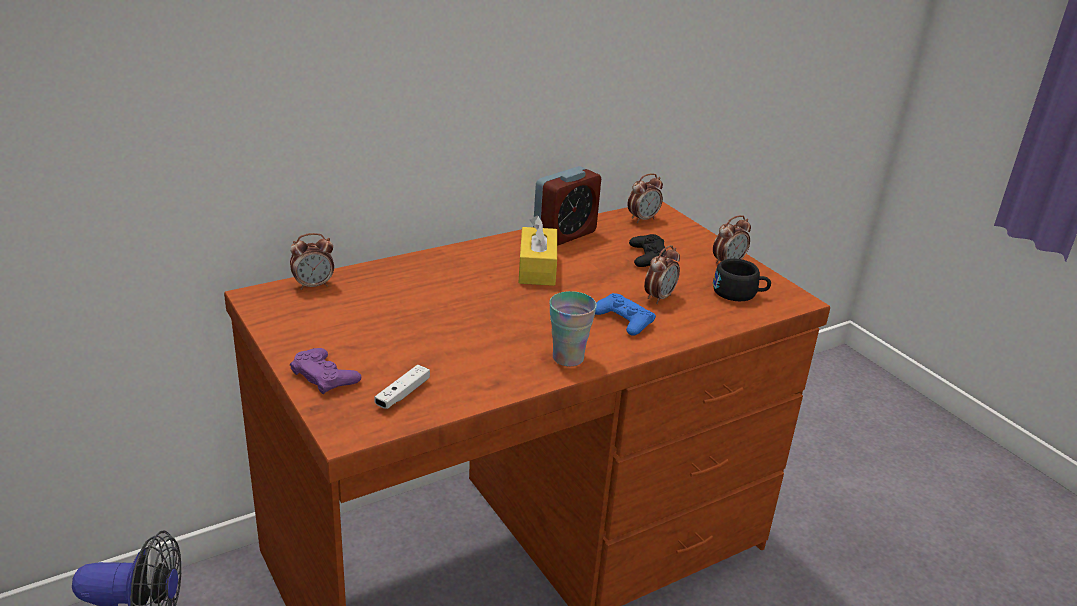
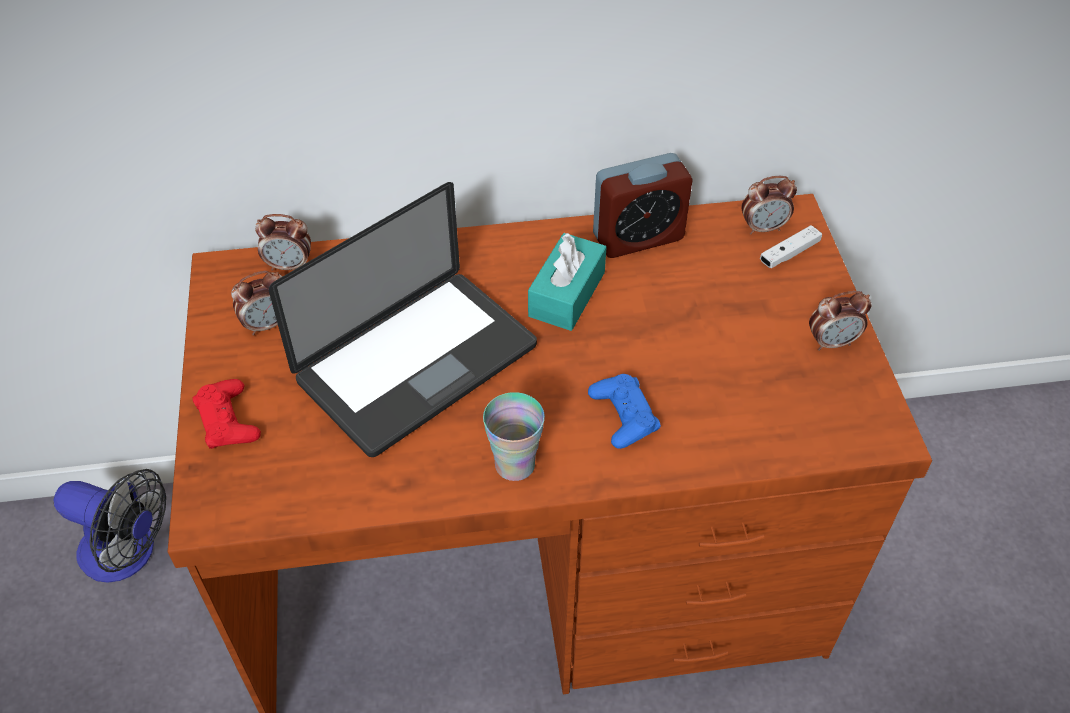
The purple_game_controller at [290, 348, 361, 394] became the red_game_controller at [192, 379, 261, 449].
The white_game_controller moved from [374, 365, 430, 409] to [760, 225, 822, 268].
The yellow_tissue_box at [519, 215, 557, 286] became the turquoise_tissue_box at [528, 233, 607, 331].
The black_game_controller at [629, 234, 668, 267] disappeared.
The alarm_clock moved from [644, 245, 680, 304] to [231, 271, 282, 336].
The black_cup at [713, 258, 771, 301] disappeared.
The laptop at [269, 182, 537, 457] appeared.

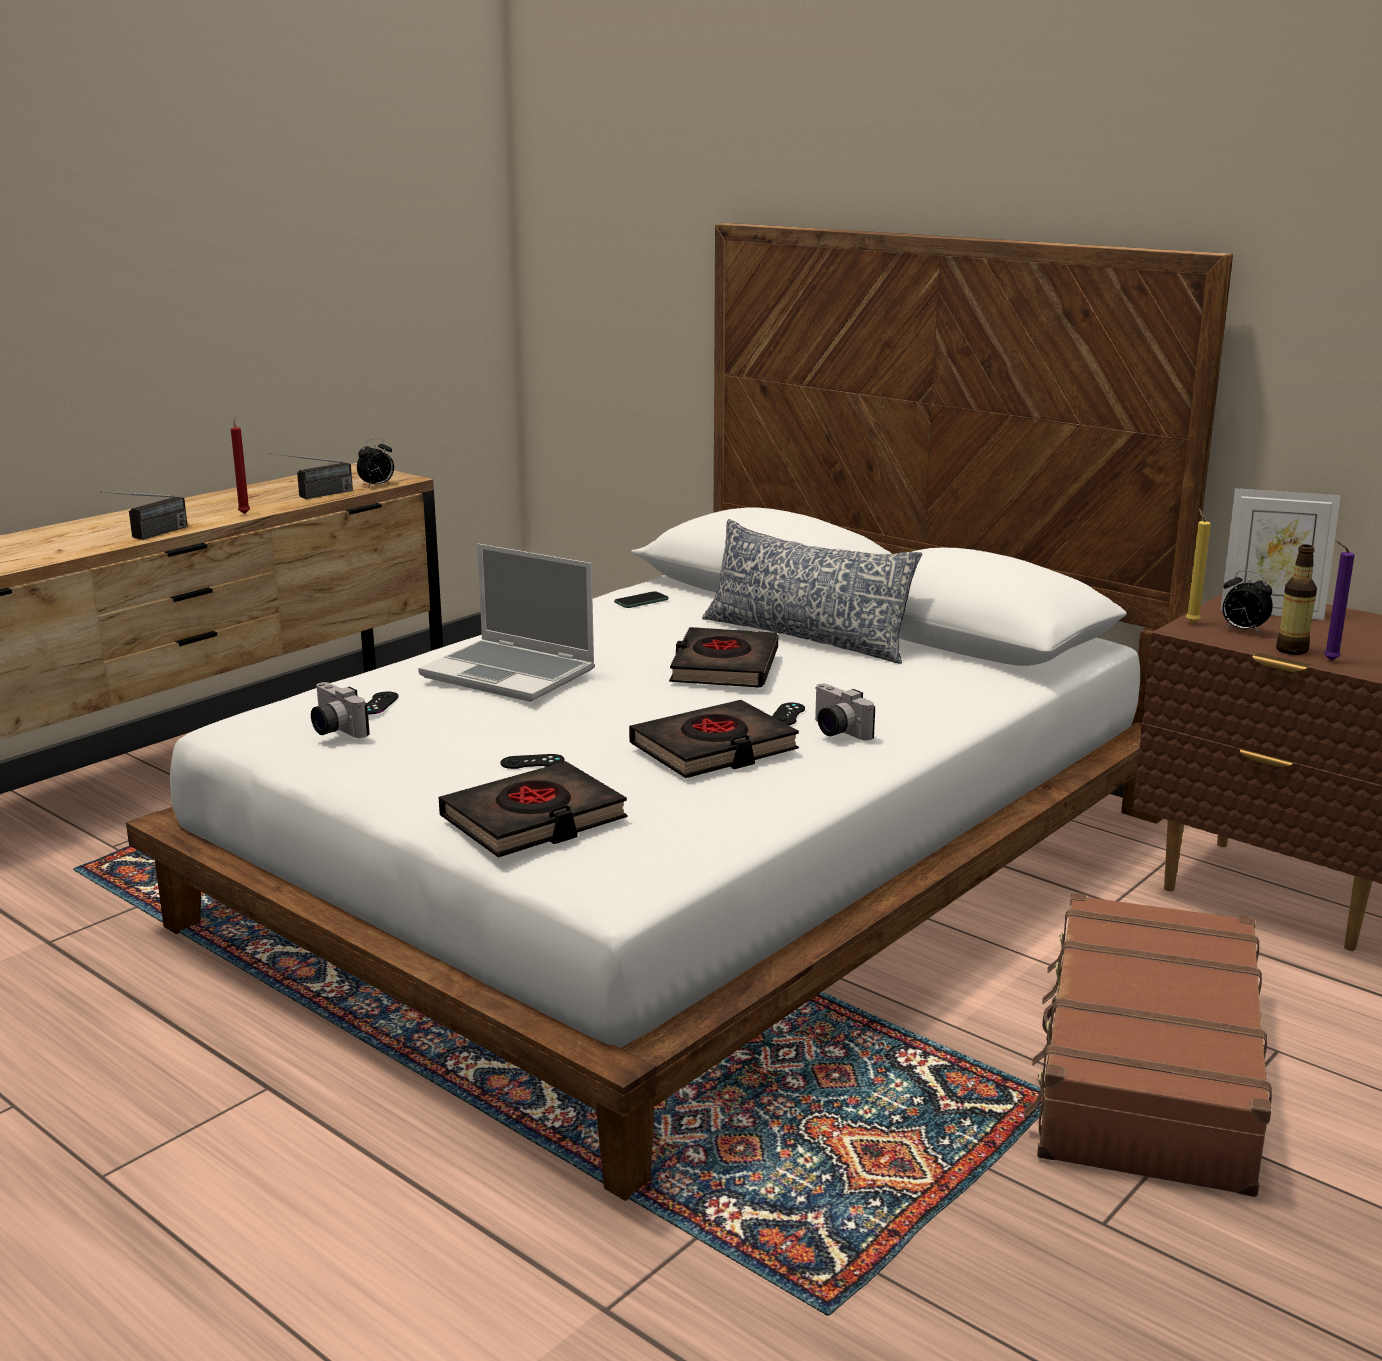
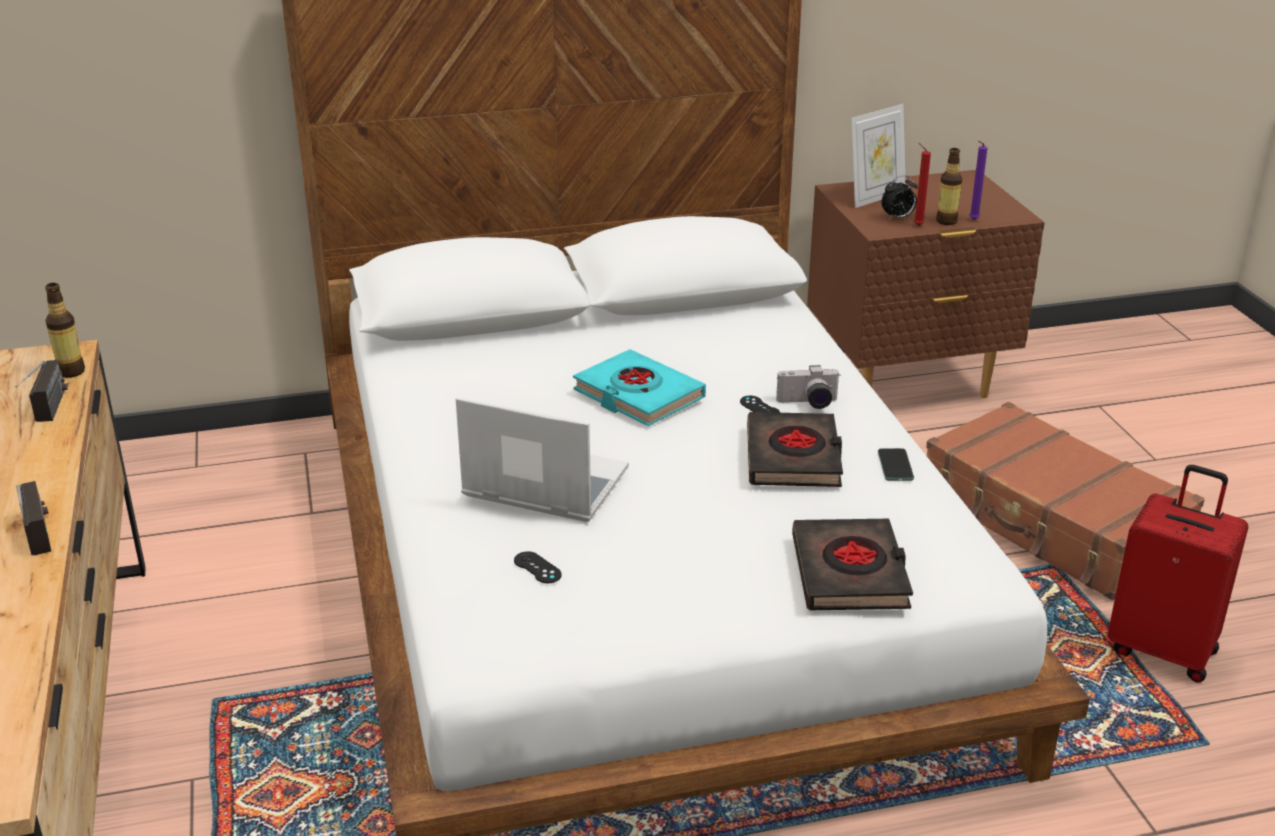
The red_candle moved from [231, 417, 250, 514] to [914, 143, 931, 226].
The photo_camera at [311, 682, 370, 738] disappeared.
The alarm_clock at [357, 438, 394, 488] was replaced by the bottle at [45, 283, 85, 378].
The laptop at [418, 544, 595, 702] turned 135 degrees counterclockwise.
The black_game_controller at [500, 754, 565, 769] disappeared.
The phone moved from [614, 591, 669, 608] to [878, 448, 914, 481].
The black_book at [669, 627, 778, 688] became the turquoise_book at [573, 349, 706, 426].
The pillow at [702, 519, 922, 664] disappeared.
The yellow_candle at [1186, 508, 1211, 623] disappeared.
The red_suitcase at [1108, 465, 1249, 683] appeared.

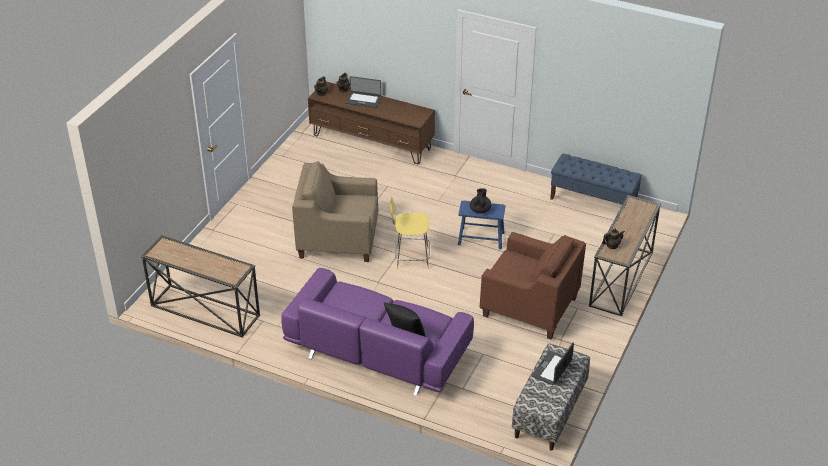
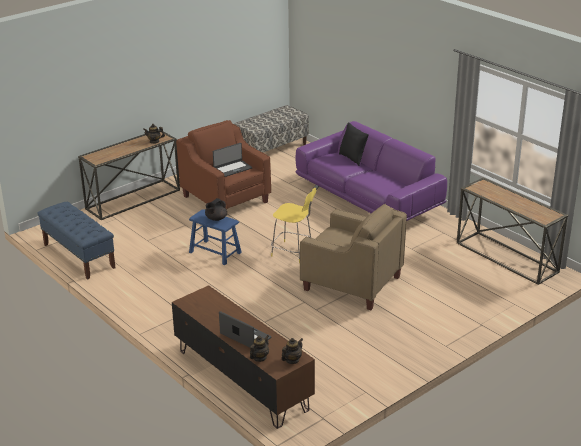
The laptop moved from [531, 342, 574, 385] to [213, 143, 253, 177].

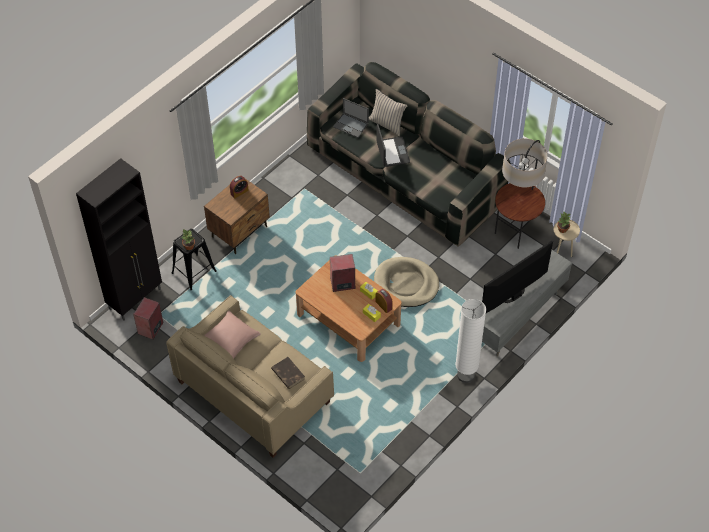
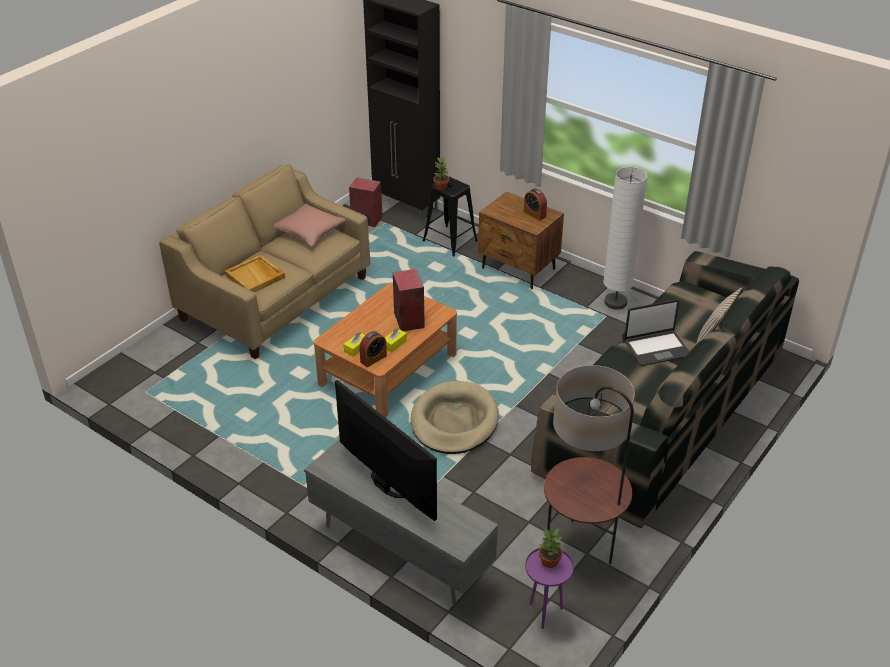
The brown_book at [271, 357, 305, 389] was replaced by the beige_tray at [225, 254, 285, 292].
The laptop at [333, 98, 369, 138] disappeared.
The white_floor_lamp moved from [455, 299, 486, 383] to [603, 167, 648, 310].
The beige_side_table at [554, 220, 580, 257] became the purple_side_table at [525, 548, 574, 629].

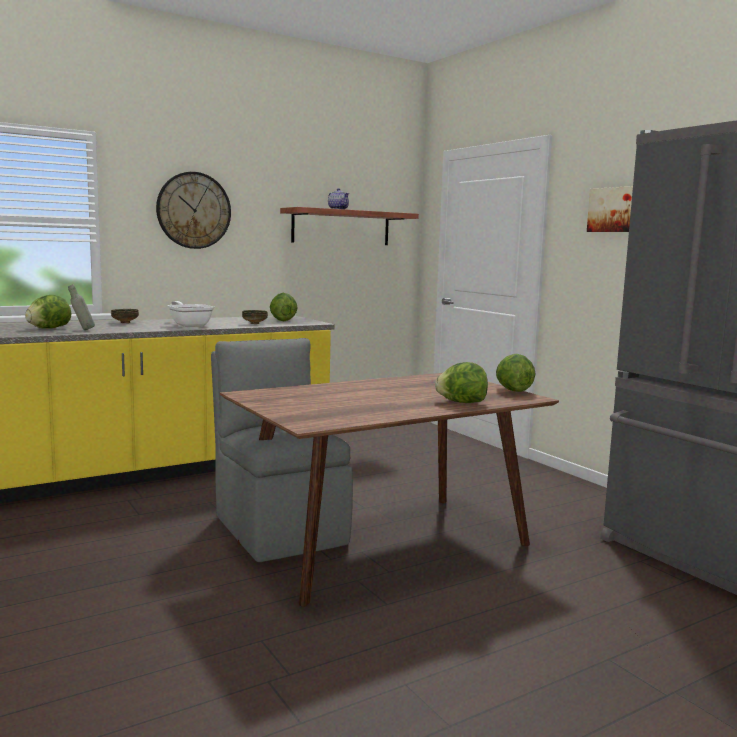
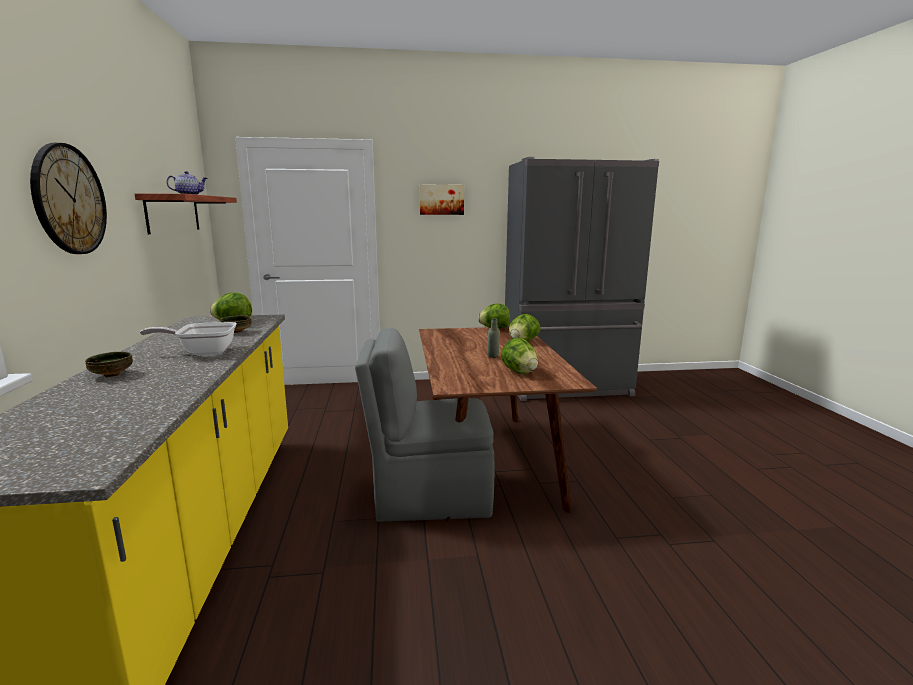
The lettuce moved from [25, 295, 71, 329] to [501, 338, 538, 374].
The grey_bottle moved from [68, 284, 95, 330] to [487, 318, 500, 358].

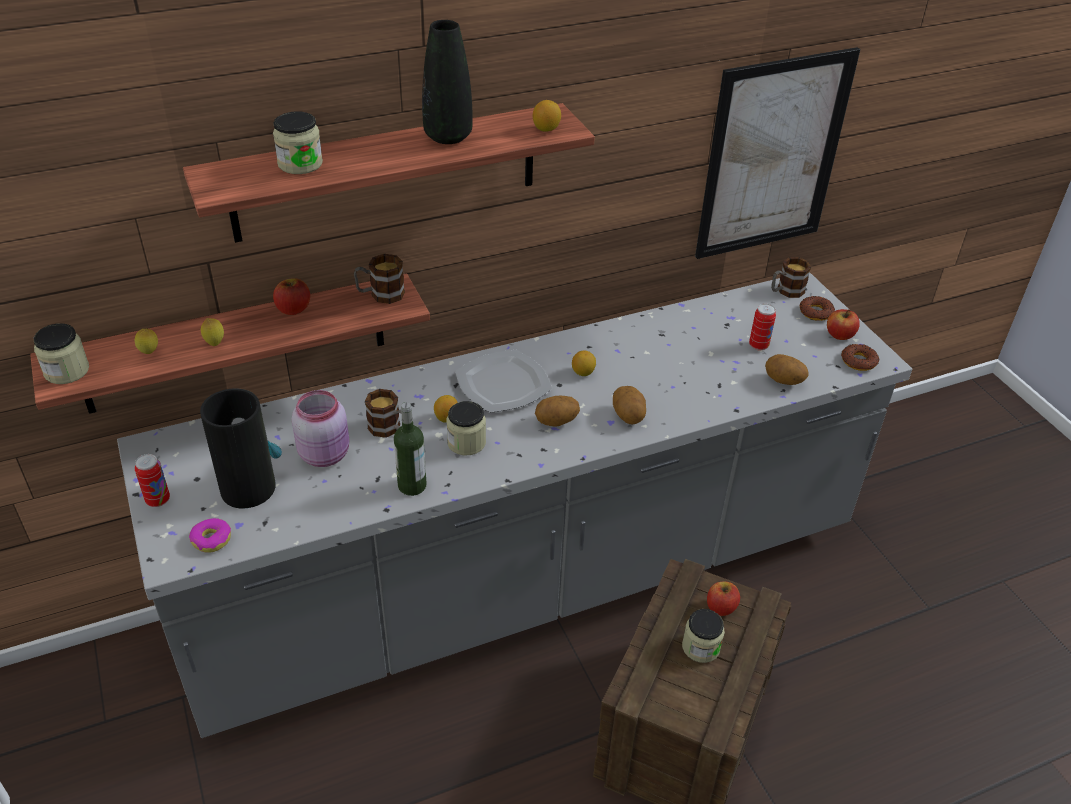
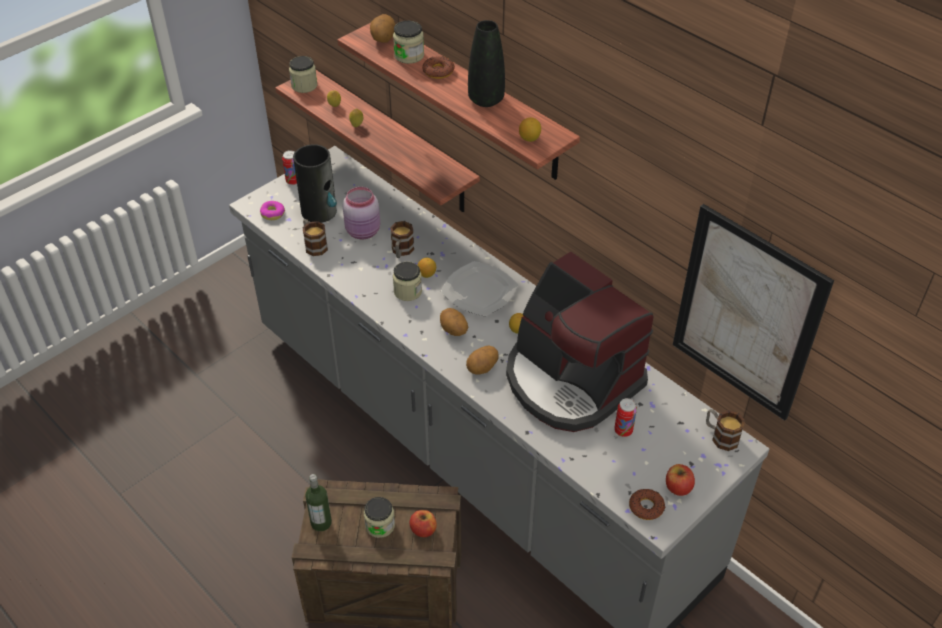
The apple at [273, 278, 310, 315] disappeared.
The mug moved from [354, 254, 405, 304] to [303, 219, 328, 256].
The bottle moved from [394, 402, 427, 496] to [305, 474, 332, 531].
The potato moved from [765, 354, 809, 385] to [370, 14, 396, 43].
The donut moved from [800, 296, 835, 321] to [422, 56, 455, 79].
The coffee_machine at [506, 251, 653, 432] appeared.

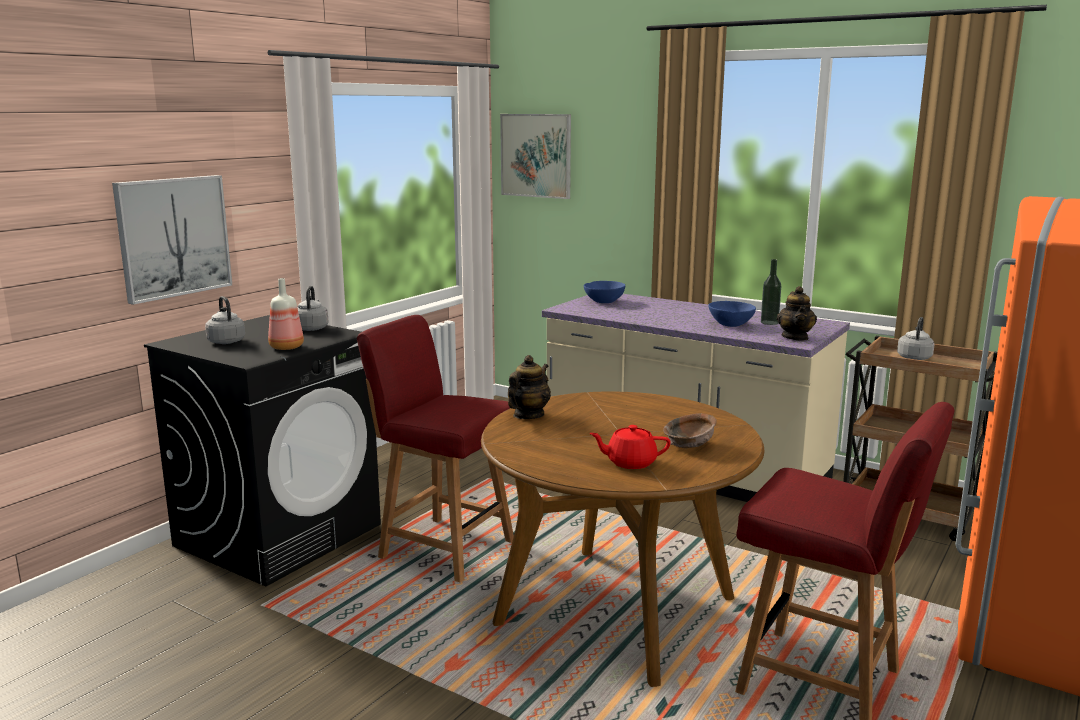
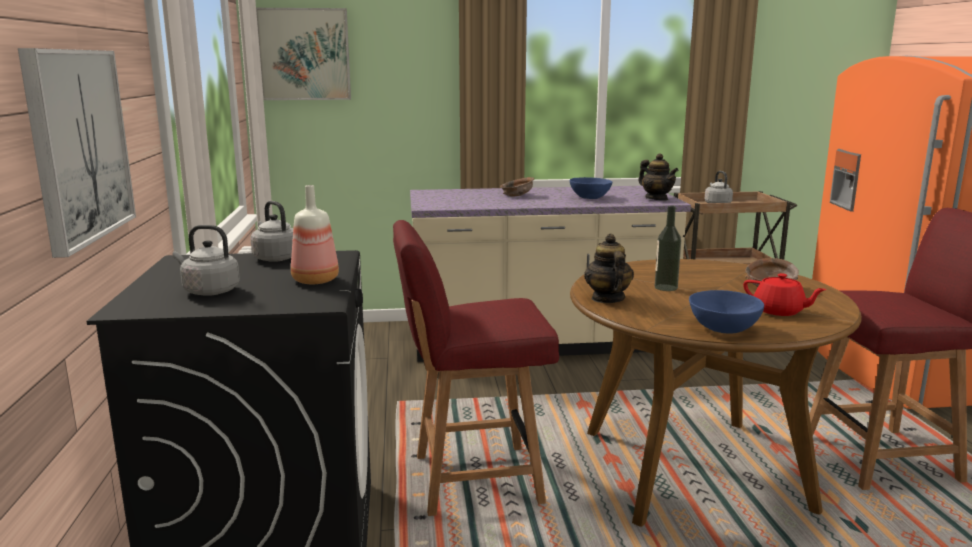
The blue_bowl moved from [584, 281, 625, 303] to [689, 290, 764, 334].
The red_teapot at [589, 425, 671, 469] turned 105 degrees counterclockwise.
The bottle moved from [761, 259, 781, 325] to [655, 205, 681, 291].
The brown_bowl at [500, 177, 534, 197] appeared.

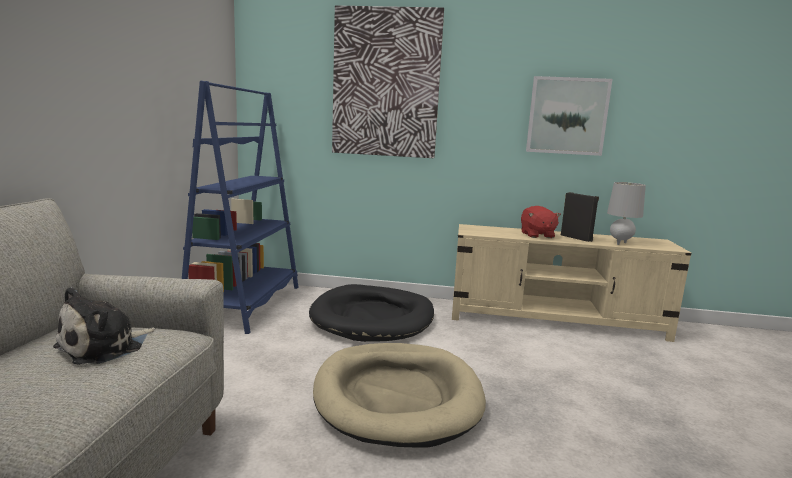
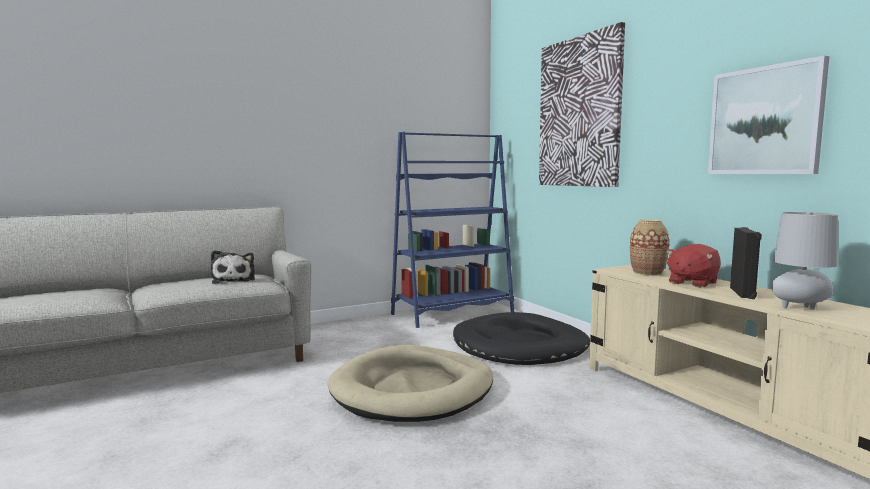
The plush_toy at [53, 287, 155, 365] turned 105 degrees counterclockwise.
The vase at [630, 219, 669, 276] appeared.

